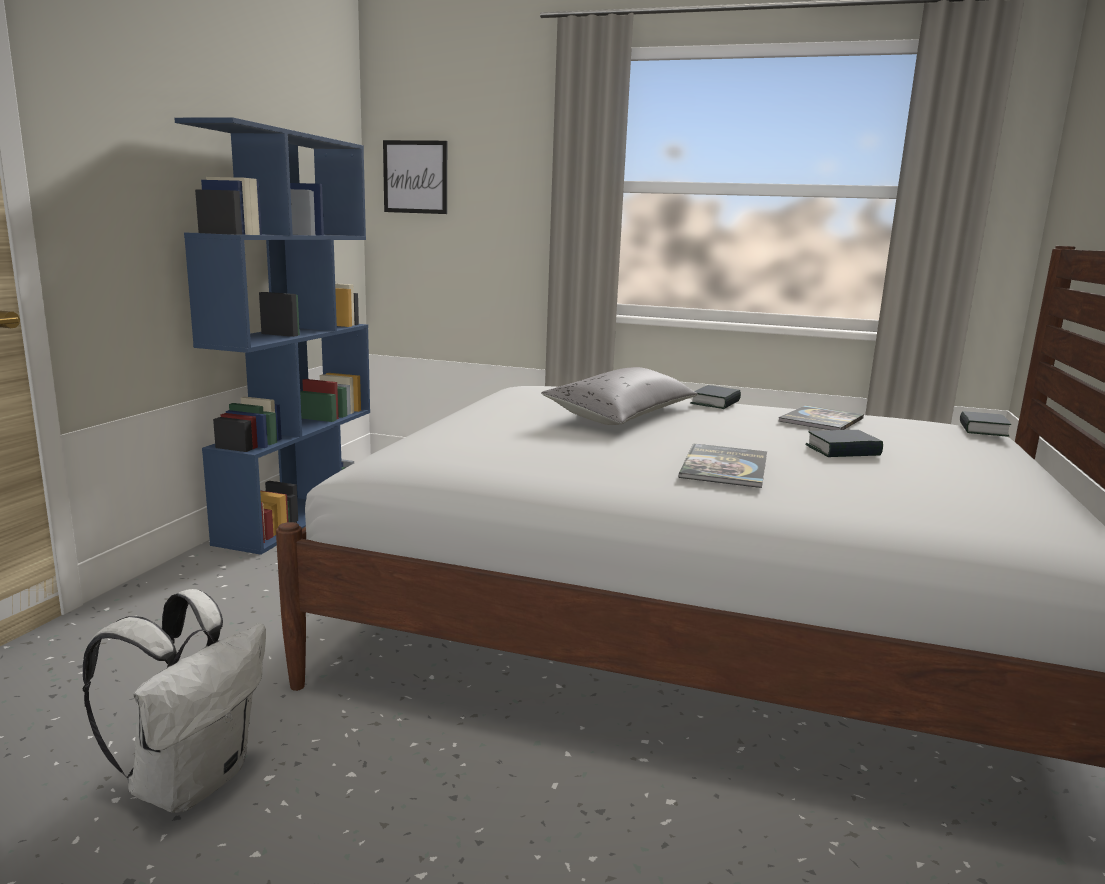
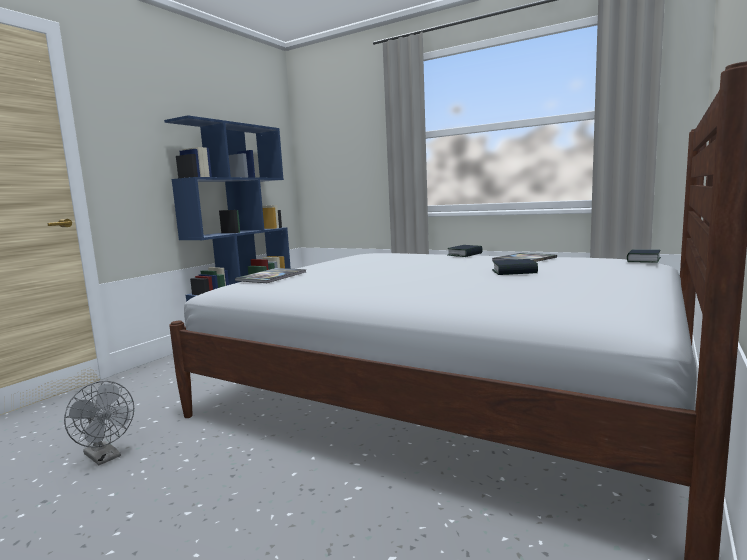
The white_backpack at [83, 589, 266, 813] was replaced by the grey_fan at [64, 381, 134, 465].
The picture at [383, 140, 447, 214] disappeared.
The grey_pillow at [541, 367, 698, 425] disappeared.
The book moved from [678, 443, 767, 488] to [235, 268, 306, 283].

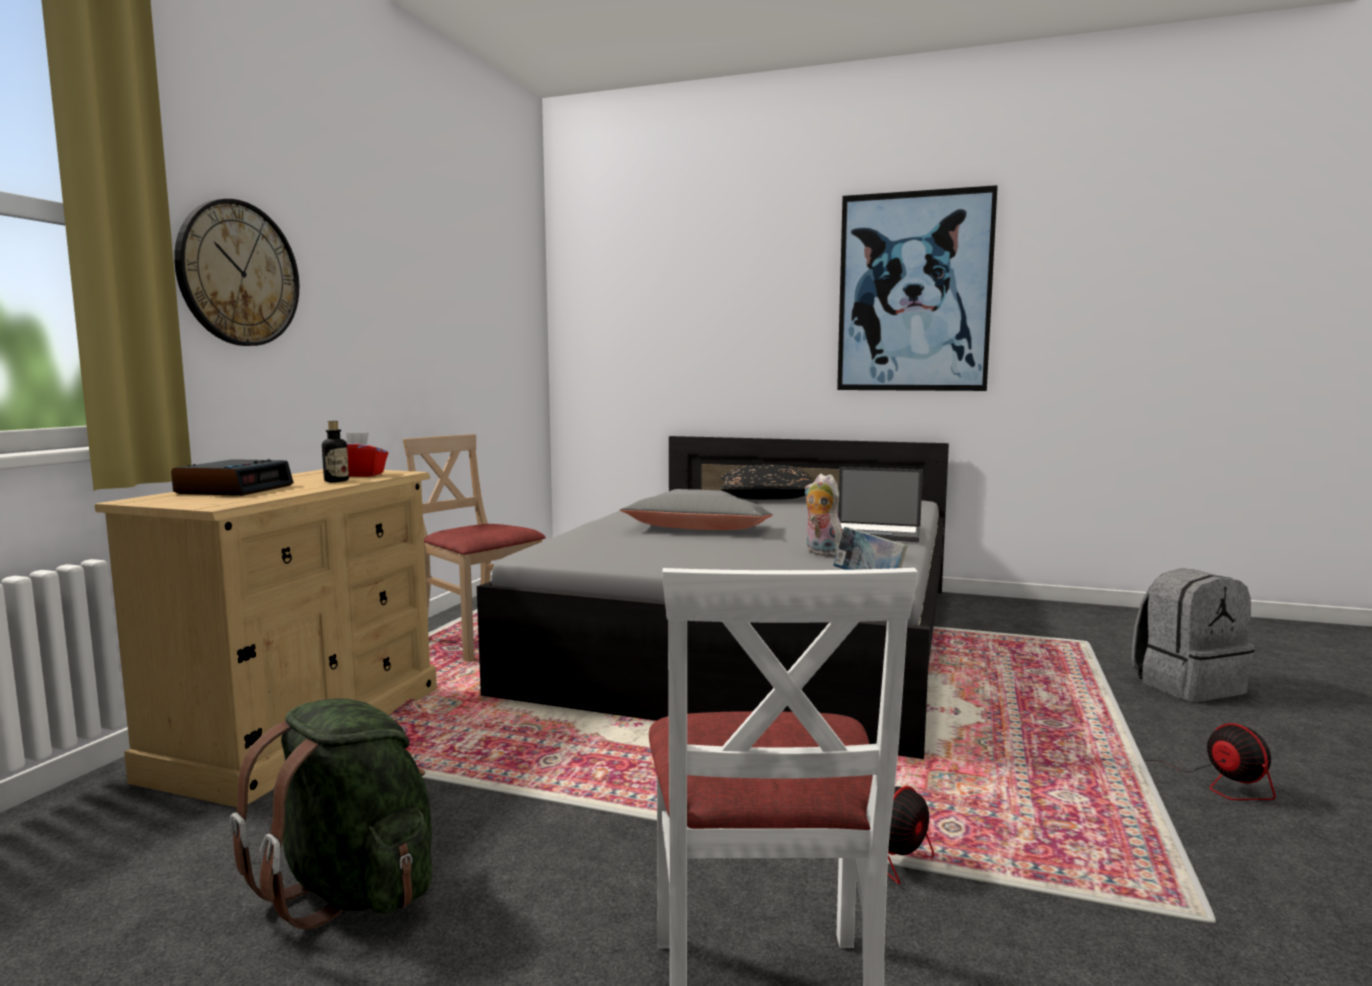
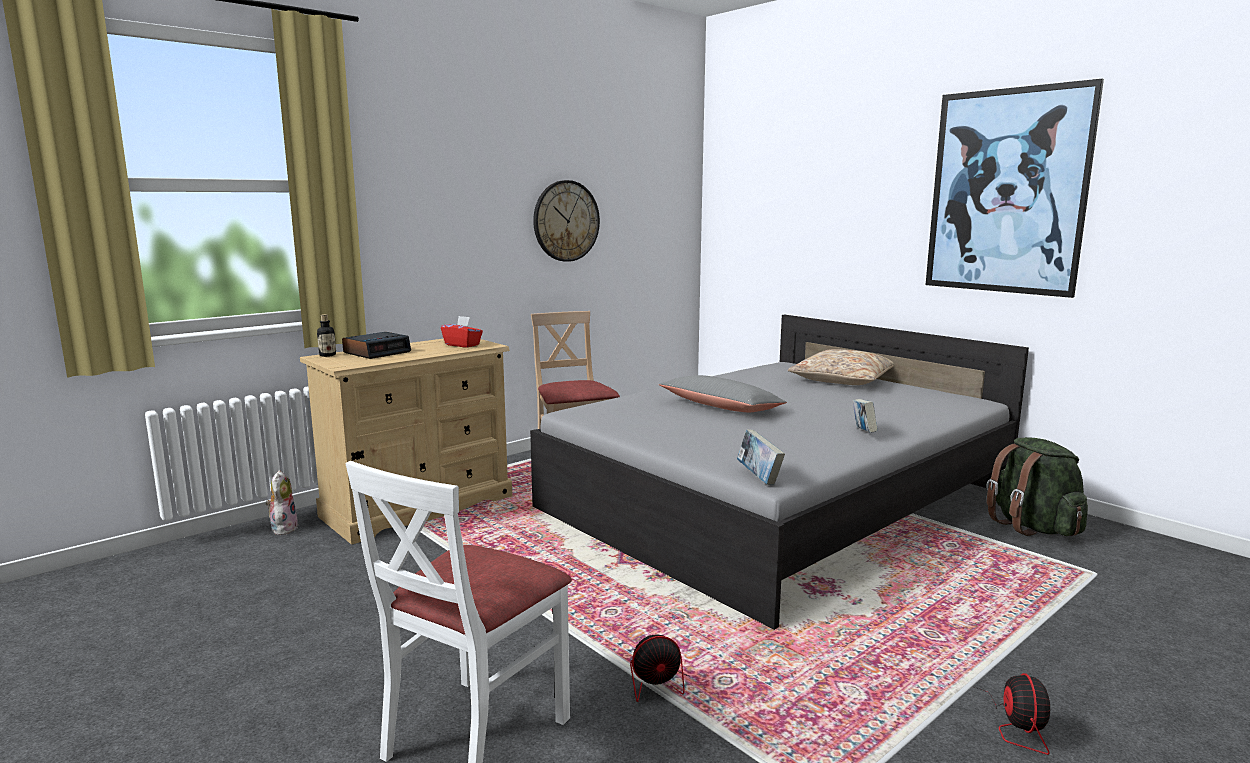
The wall_clock moved from [174, 199, 299, 346] to [533, 180, 600, 262].
The green_backpack moved from [230, 699, 432, 930] to [987, 437, 1088, 536].
The bottle moved from [322, 421, 349, 482] to [317, 314, 336, 357].
The black_pillow at [721, 465, 814, 500] became the beige_pillow at [788, 349, 894, 385].
The plush_toy moved from [805, 474, 842, 557] to [266, 470, 298, 535].
The laptop at [838, 467, 923, 542] was replaced by the book at [852, 399, 878, 433].
The grey_backpack at [1132, 568, 1255, 702] disappeared.

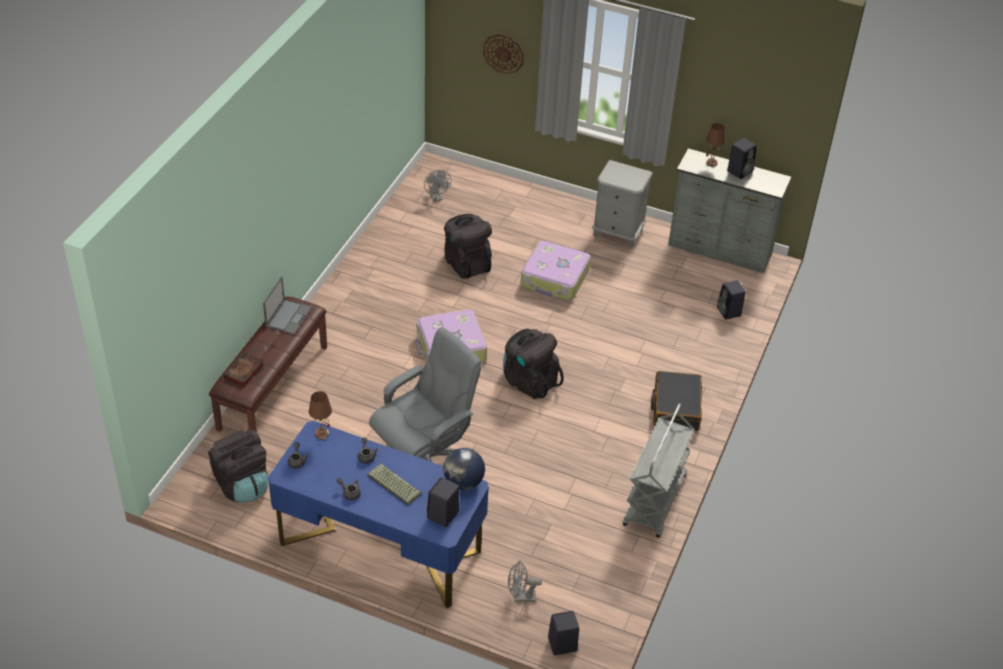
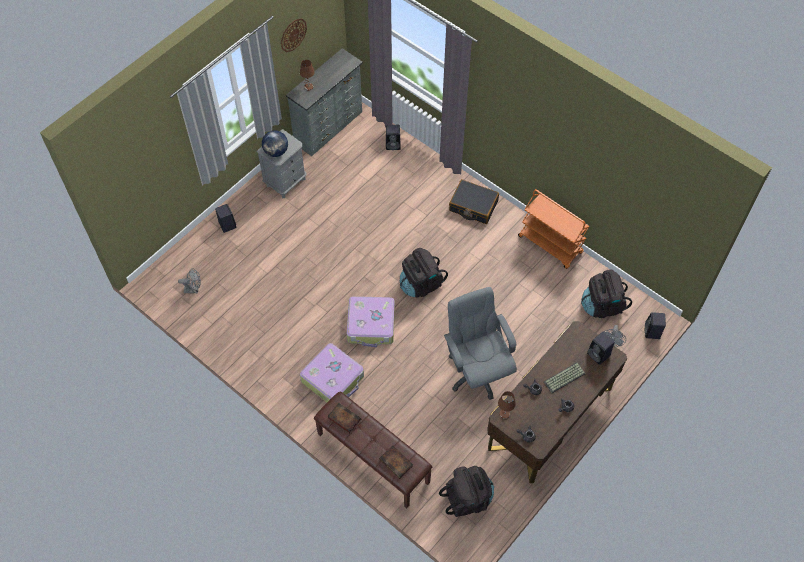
The laptop at [263, 276, 312, 335] was replaced by the book at [327, 403, 361, 433].
The blue_desk at [268, 421, 489, 608] became the brown_desk at [487, 321, 627, 483].
The globe moved from [443, 448, 485, 490] to [262, 130, 288, 157].
The black_backpack moved from [444, 214, 492, 279] to [581, 270, 632, 318].
The wall_clock moved from [483, 34, 524, 74] to [281, 18, 307, 52].
The suitcase moved from [521, 241, 591, 301] to [300, 343, 364, 402].
The grey_cart at [623, 403, 695, 538] became the orange_cart at [518, 189, 590, 269].
The black_speaker moved from [727, 138, 757, 179] to [215, 204, 236, 233].

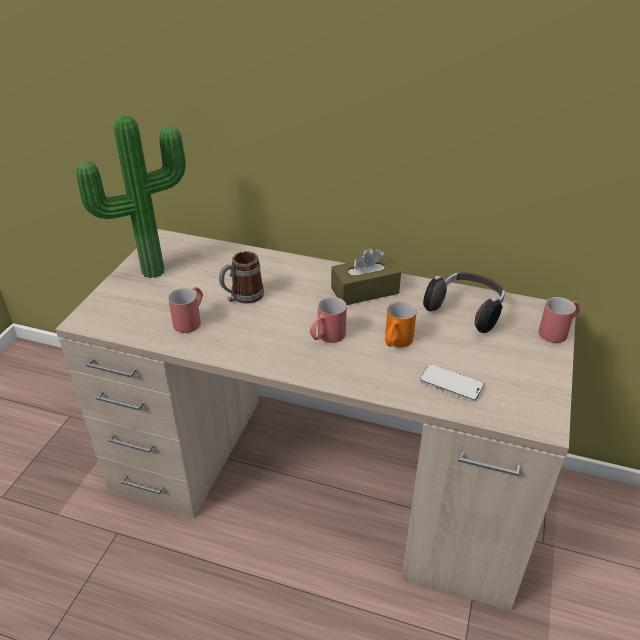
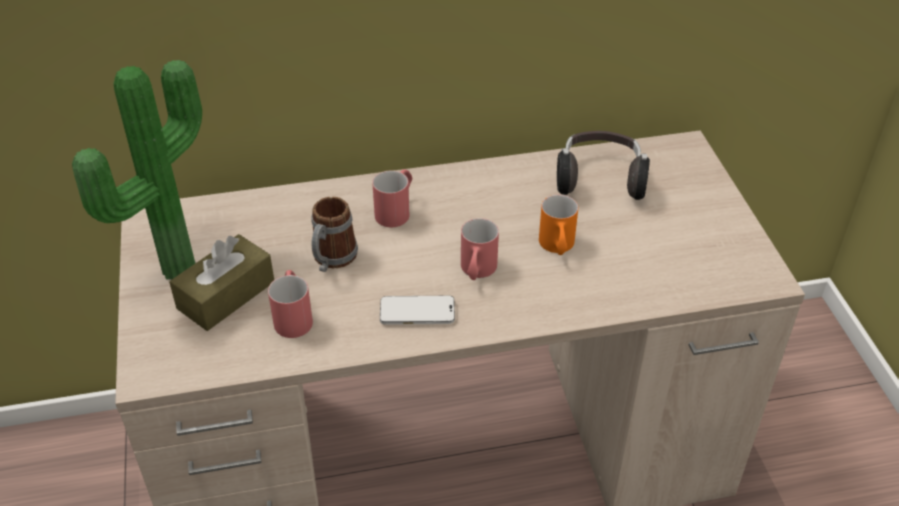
The brown_tissue_box moved from [331, 248, 401, 305] to [169, 234, 274, 331].
The phone moved from [420, 364, 484, 401] to [380, 296, 455, 325].
The red_mug moved from [539, 297, 580, 343] to [372, 169, 412, 227].

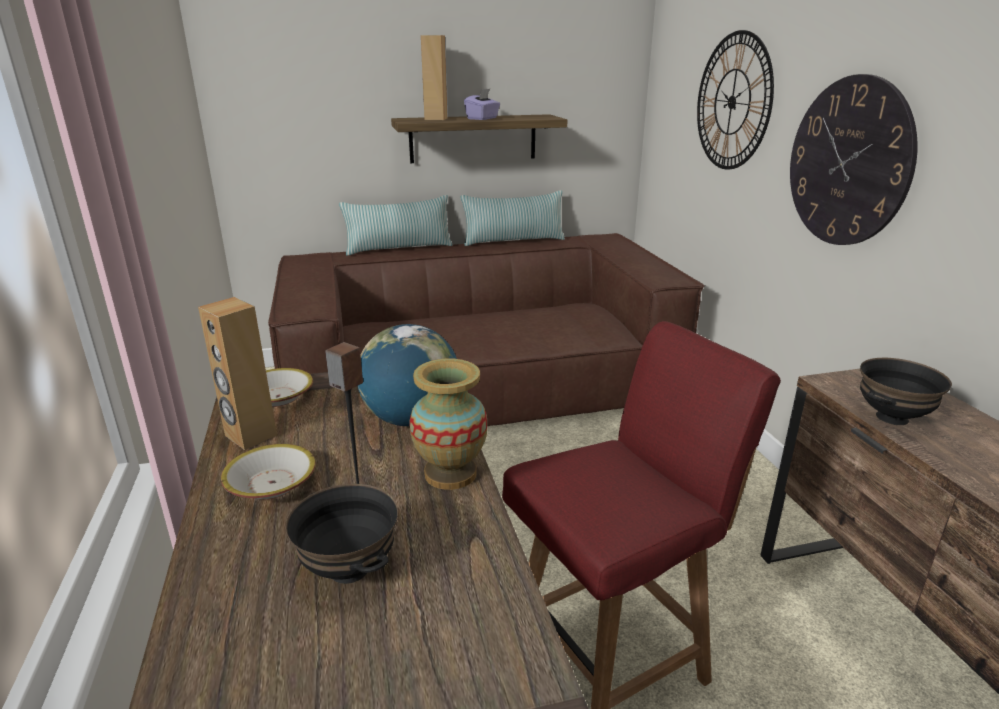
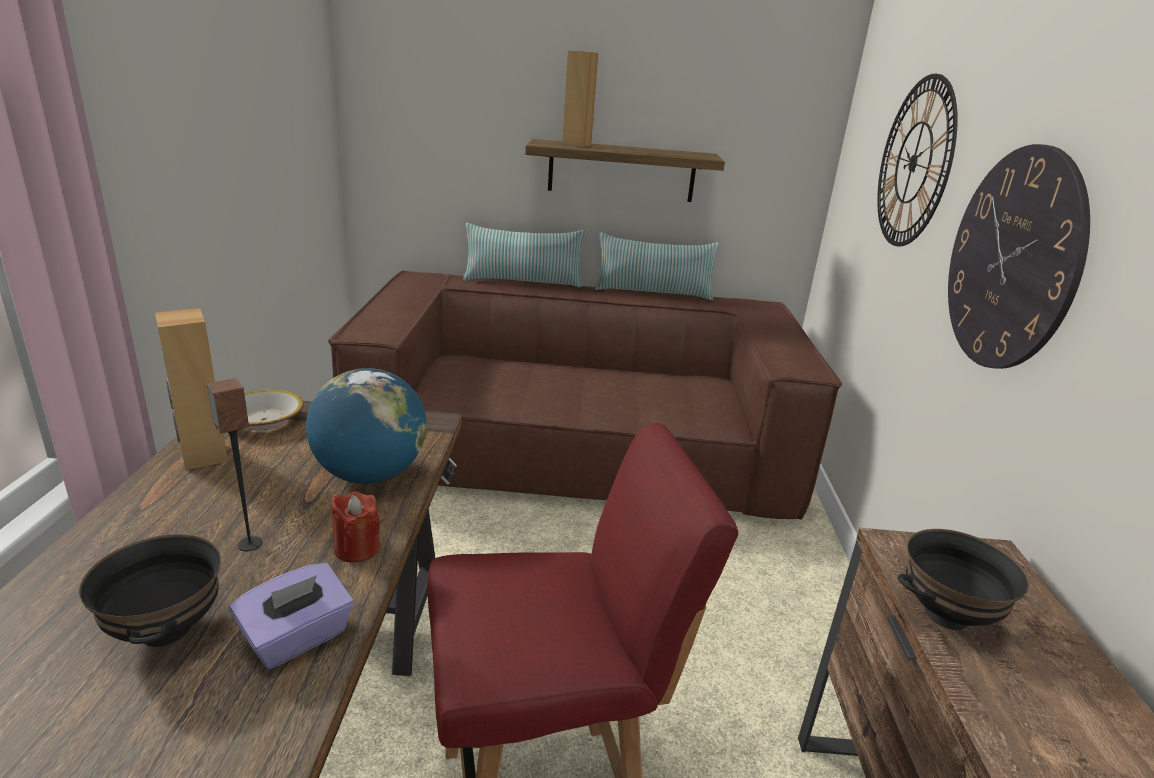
The bowl at [221, 444, 316, 499] disappeared.
The vase at [409, 359, 488, 490] was replaced by the red_candle at [331, 492, 380, 563].
The purple_tissue_box moved from [464, 89, 500, 120] to [230, 563, 354, 669].

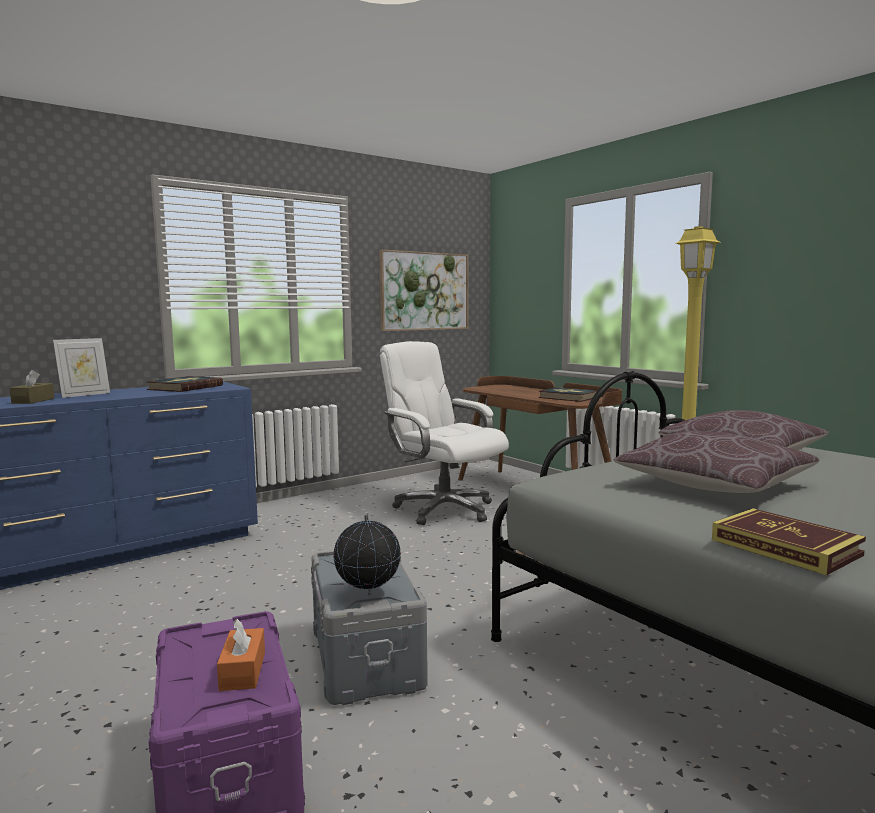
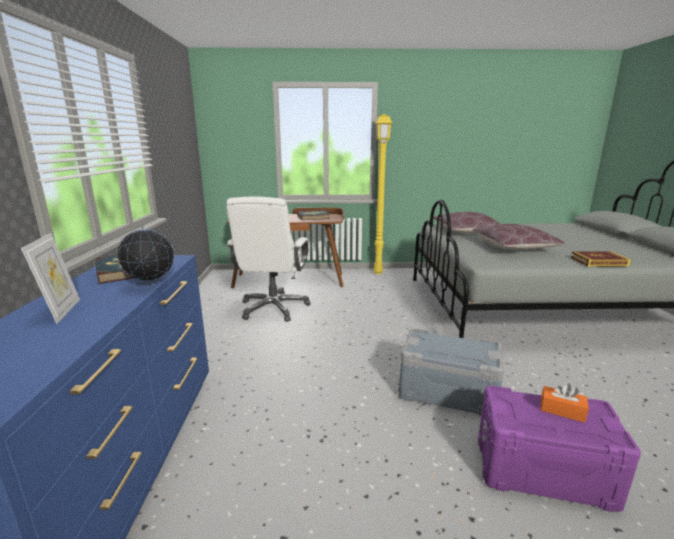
The brown_tissue_box at [10, 370, 54, 404] disappeared.
The globe moved from [333, 514, 401, 595] to [117, 223, 174, 285].
The picture at [379, 249, 469, 331] disappeared.
The white_office_chair at [380, 341, 509, 525] turned 75 degrees counterclockwise.

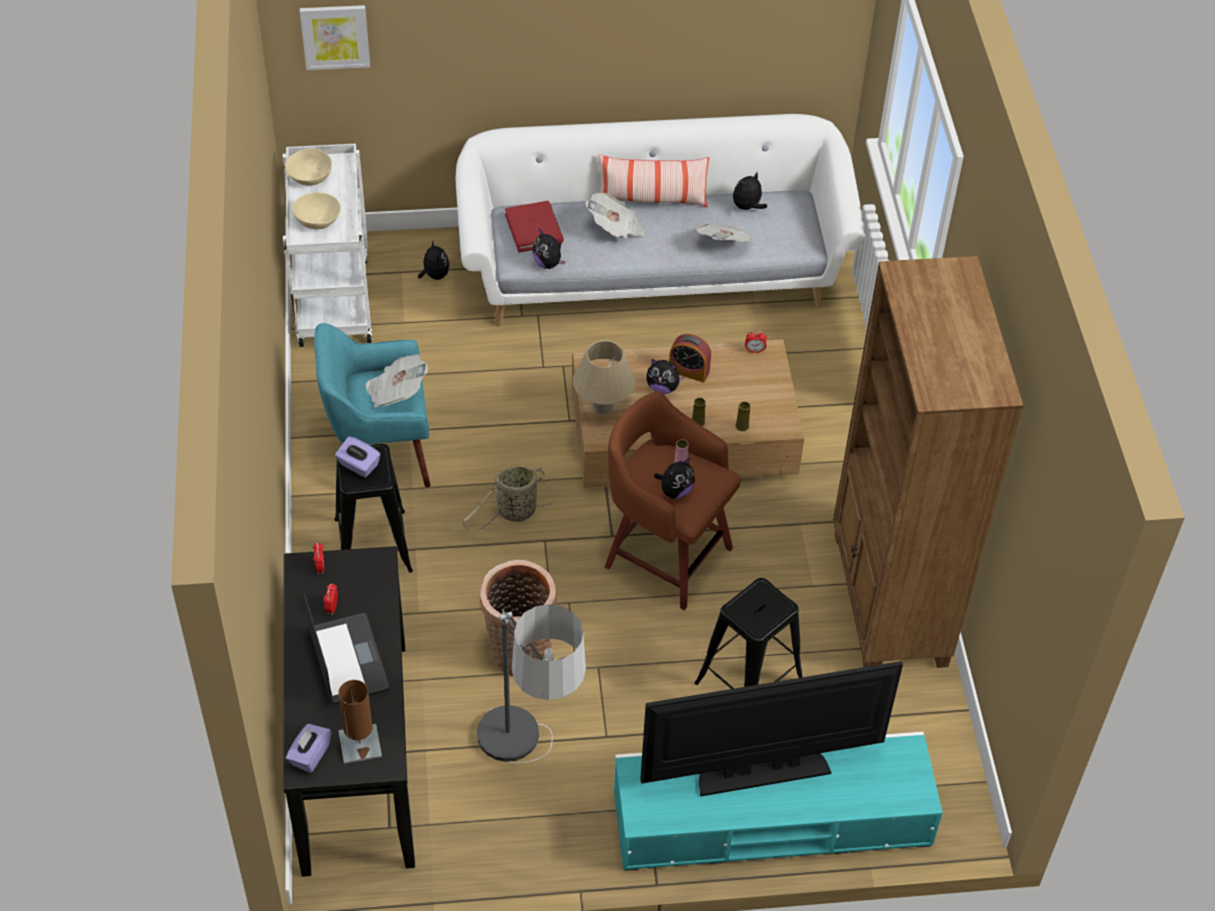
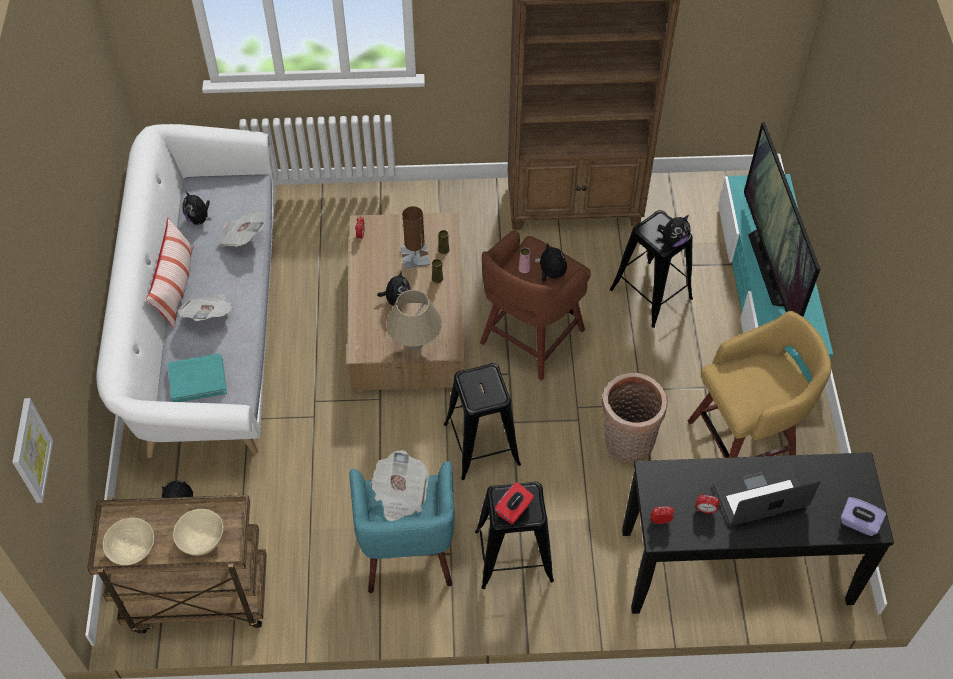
The white_cart at [283, 144, 372, 347] became the brown_cart at [87, 492, 267, 634].
The purple_tissue_box at [335, 436, 380, 478] became the red_tissue_box at [495, 482, 534, 524].
The brown_table_lamp moved from [338, 680, 382, 764] to [401, 206, 430, 269].
The basket at [462, 466, 555, 531] was replaced by the black_stool at [444, 363, 521, 480].
The floor_lamp at [477, 604, 586, 763] was replaced by the yellow_stool at [688, 311, 831, 458].
The red_book at [505, 201, 564, 252] became the turquoise_book at [168, 353, 227, 402].
The plush_toy moved from [532, 228, 565, 269] to [658, 215, 690, 247].
The alarm_clock at [669, 334, 711, 383] disappeared.

